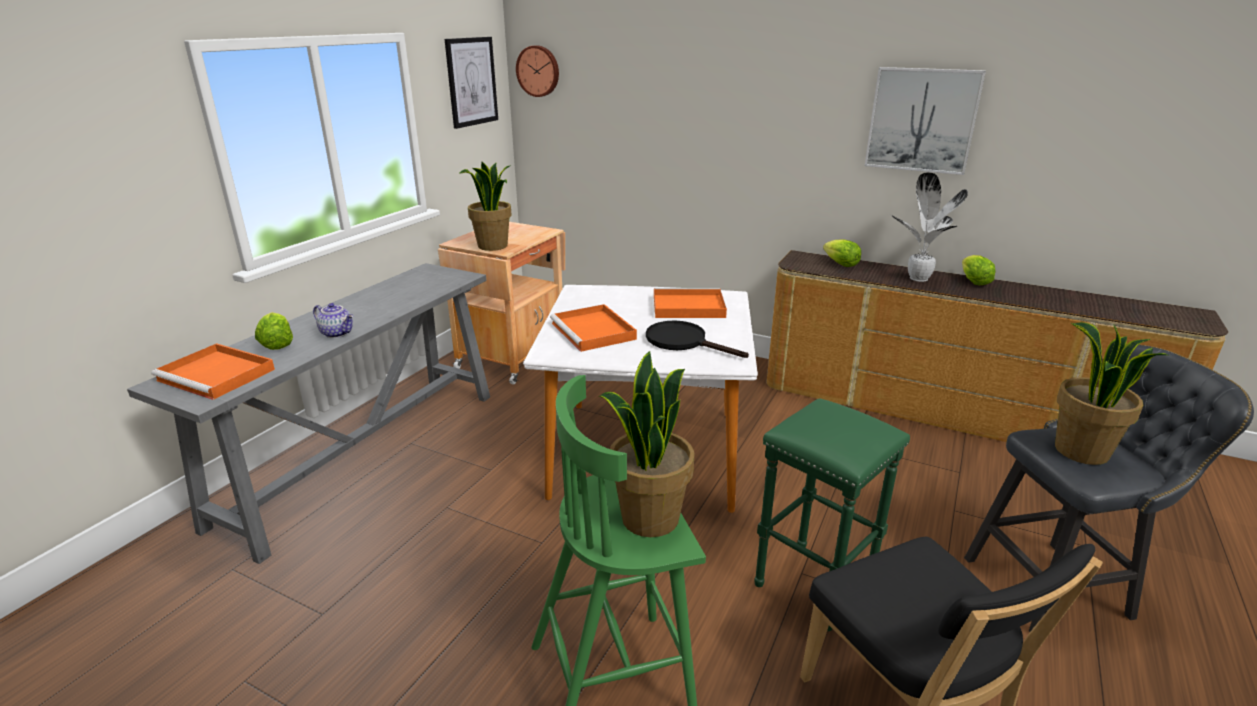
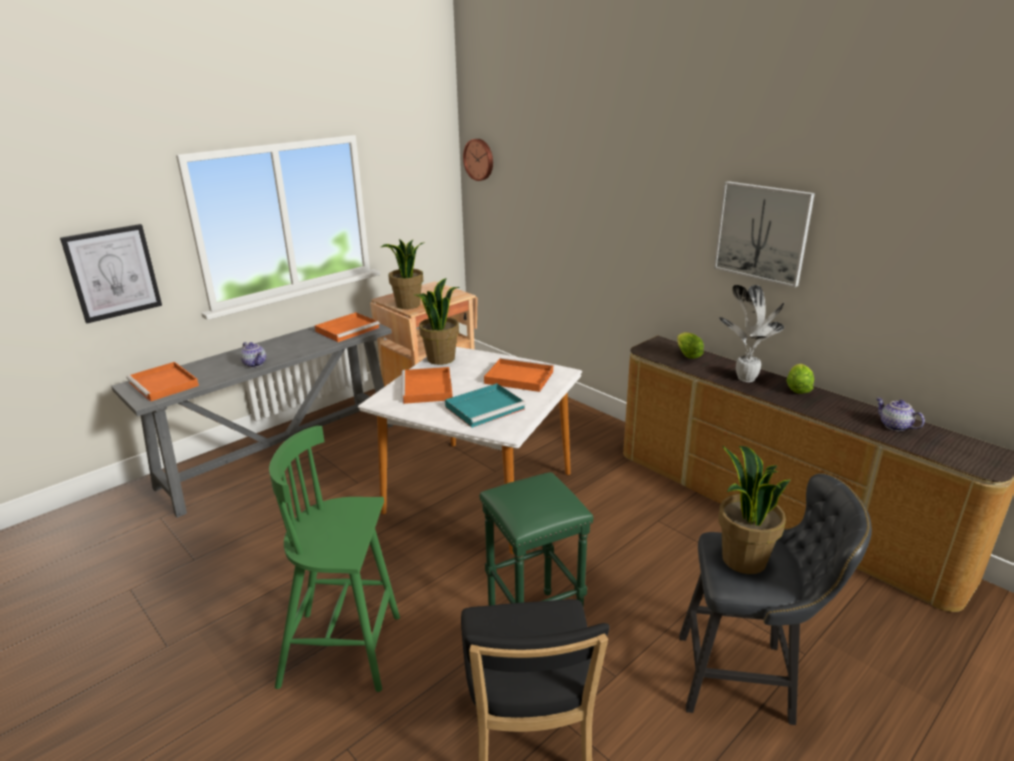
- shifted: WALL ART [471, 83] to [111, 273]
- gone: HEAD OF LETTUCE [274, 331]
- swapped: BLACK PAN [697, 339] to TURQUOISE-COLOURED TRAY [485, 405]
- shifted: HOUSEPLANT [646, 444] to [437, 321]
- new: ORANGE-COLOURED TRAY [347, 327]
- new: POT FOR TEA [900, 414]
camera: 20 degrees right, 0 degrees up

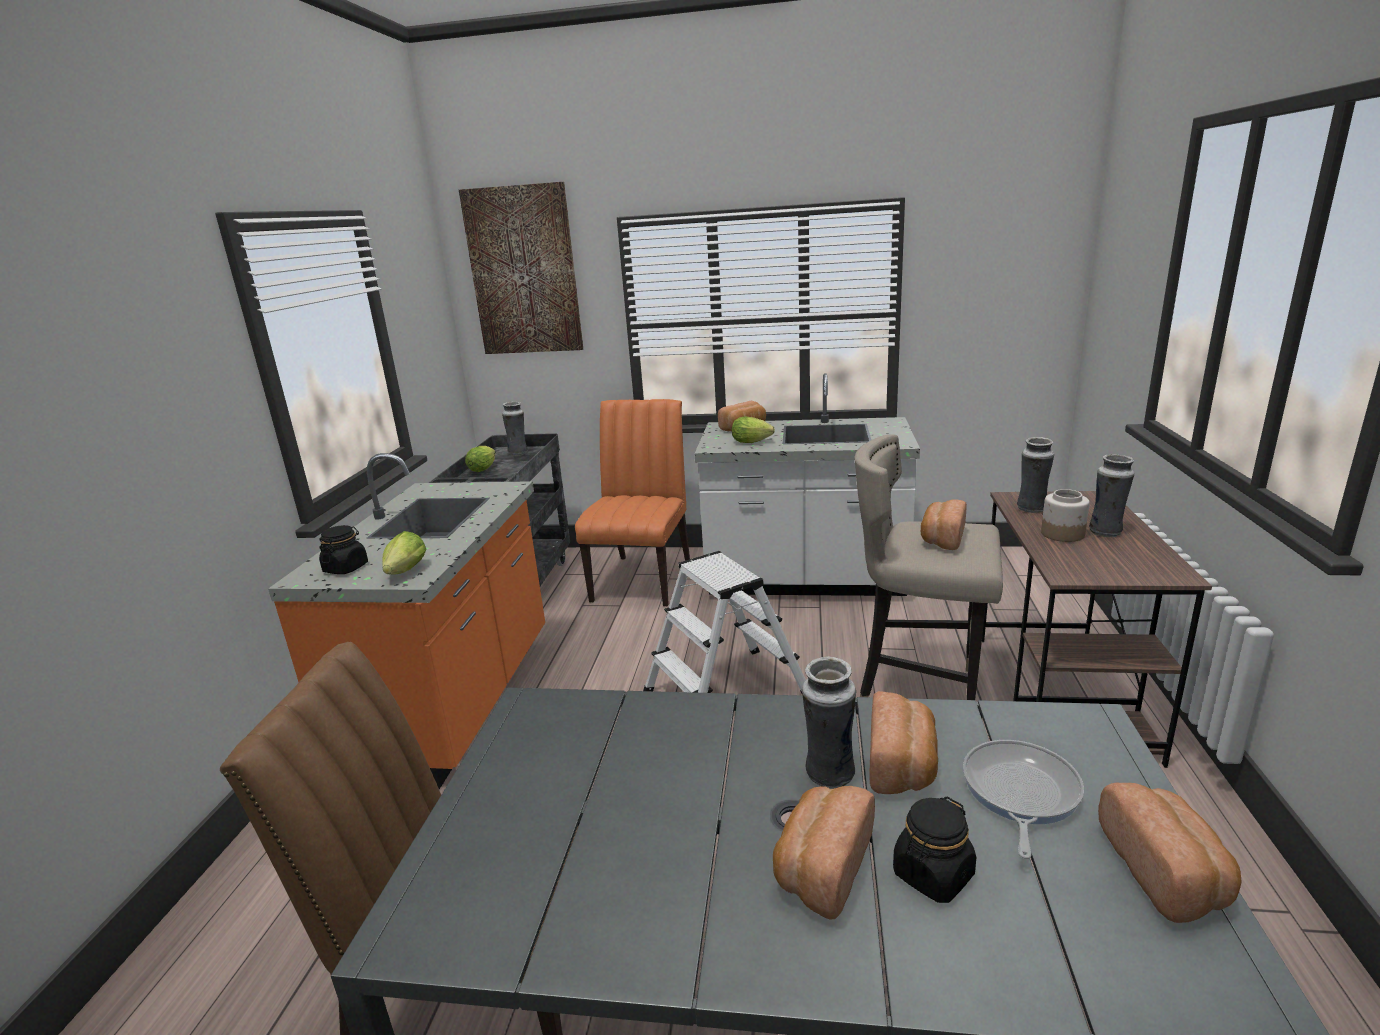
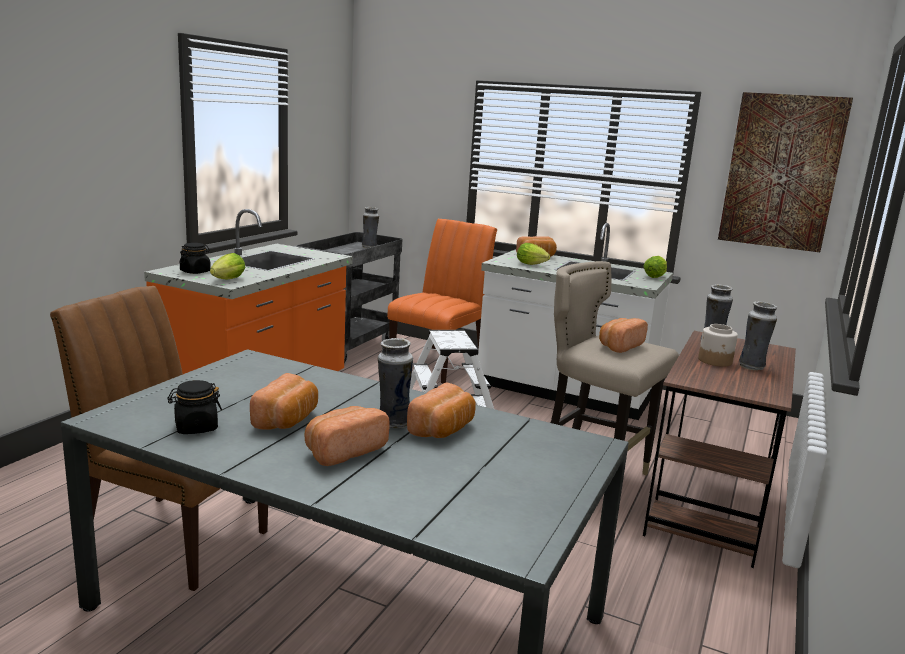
- shifted: WALL ART [521, 268] to [785, 172]
- shifted: HEAD OF LETTUCE [480, 459] to [655, 267]
- gone: PAN [1023, 799]
- shifted: BAKED BREAD [1169, 853] to [284, 401]
- shifted: BLACK STORAGE JAR [934, 850] to [194, 407]
camera: 15 degrees right, 5 degrees down

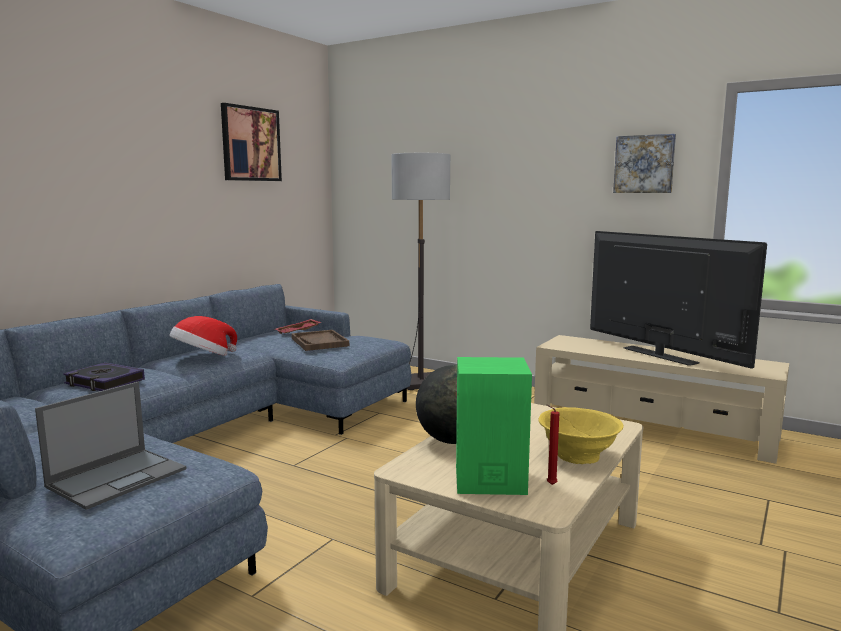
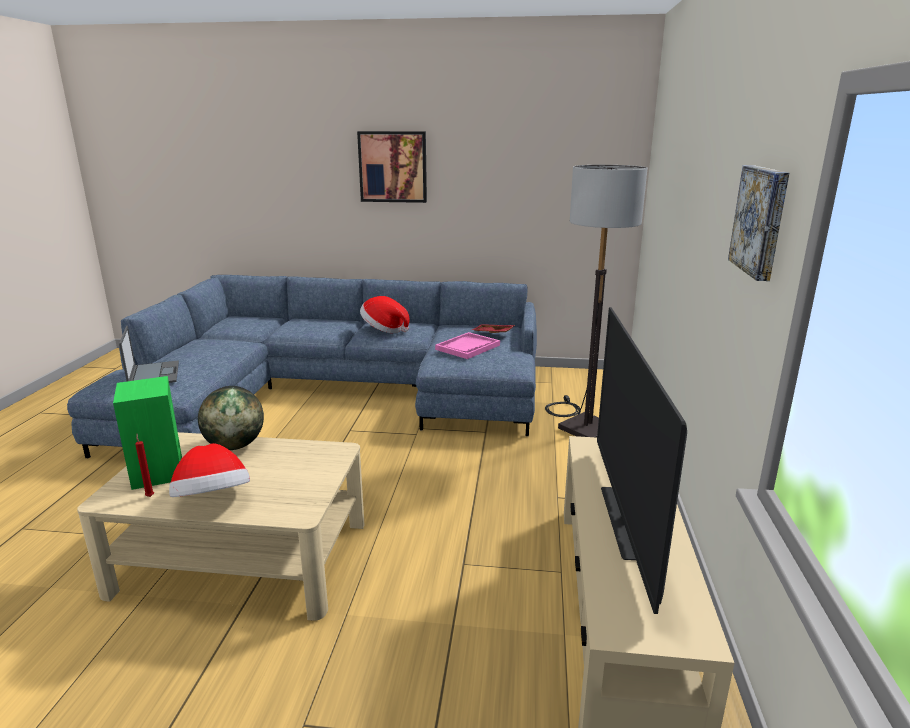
- shifted: WALL ART [251, 142] to [392, 167]
- rotated: TV [678, 300] = [642, 460] 150 degrees clockwise
- repainted: BROWN-COLOURED TRAY [320, 340] to PINKISH TRAY [467, 345]
- gone: BOUND BOOK [104, 376]
- rotated: PORTABLE COMPUTER [111, 446] = [149, 354] 120 degrees counterclockwise
- swapped: YELLOW-COLOURED SERVING BOWL [580, 435] to WEARABLE HAT [209, 470]
camera: 65 degrees right, 10 degrees up

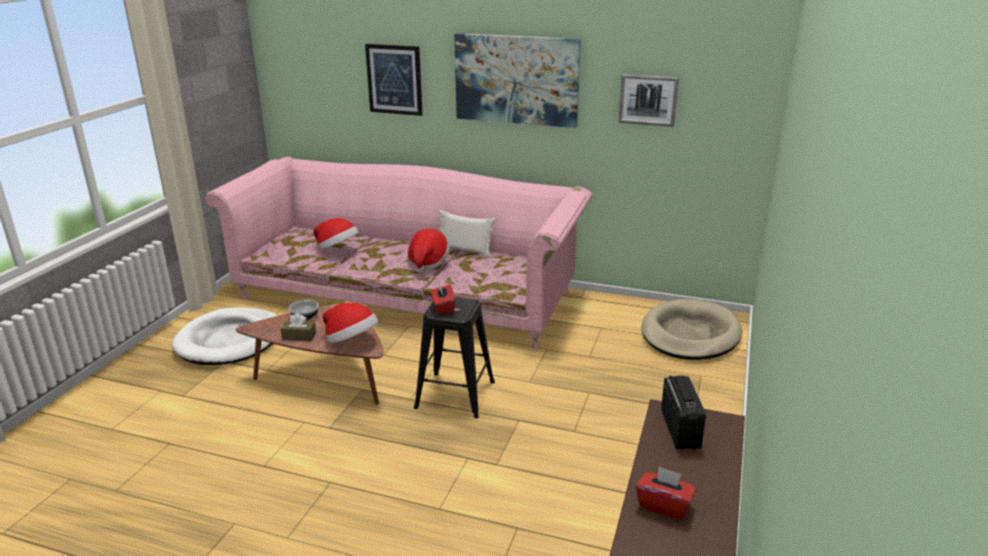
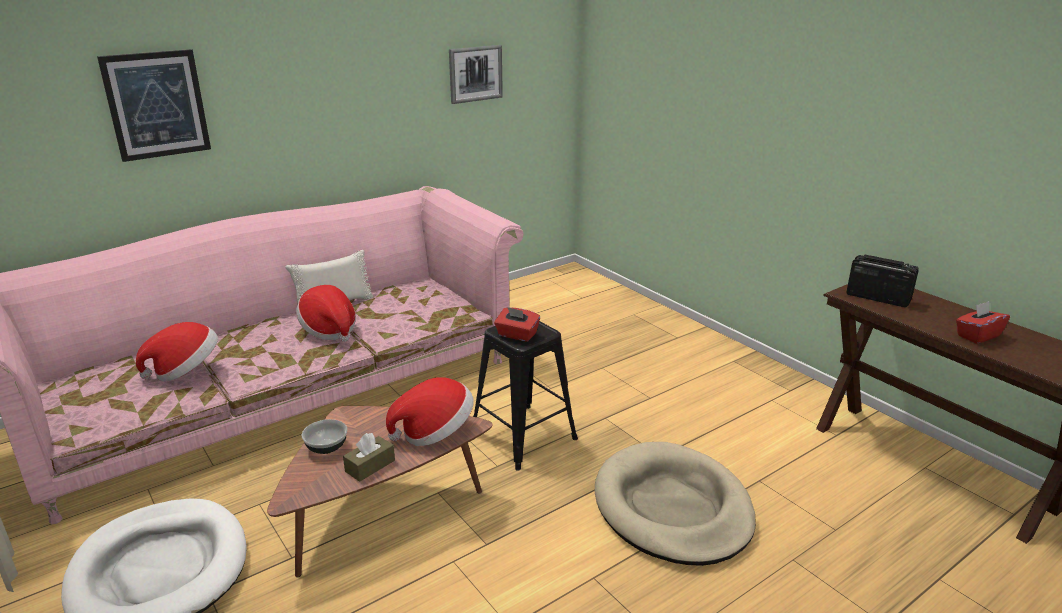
- gone: WALL ART [517, 80]
- shifted: BEIGE-COLOURED DOG CUSHION [691, 329] to [675, 504]
camera: 55 degrees left, 0 degrees up

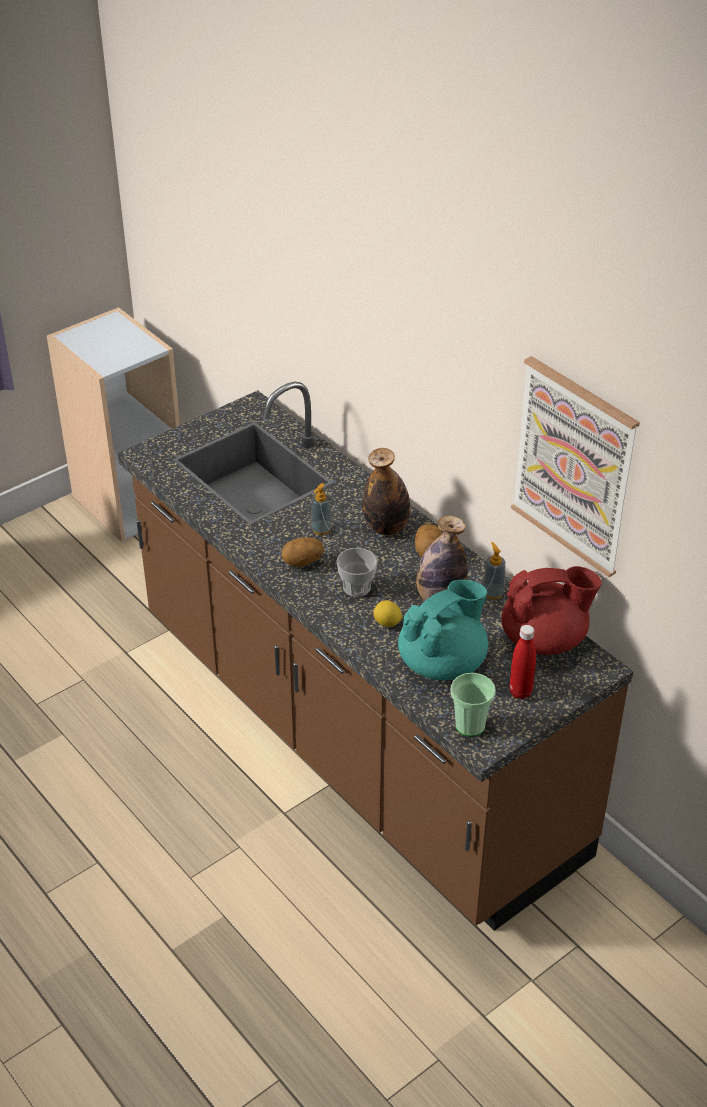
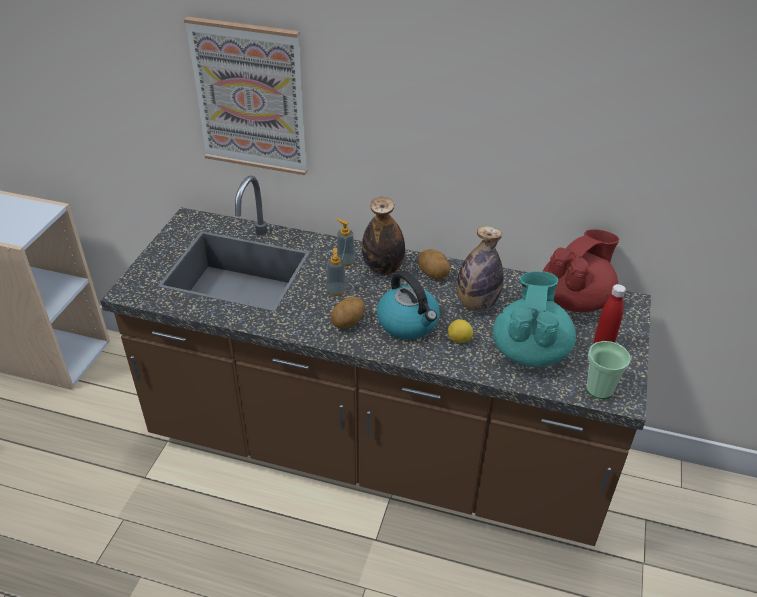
- shifted: WALL ART [575, 466] to [245, 95]
- shifted: LIQUID SOAP BOTTLE [494, 571] to [346, 242]
- swapped: CUP [357, 572] to WATER KETTLE [408, 305]
camera: 35 degrees left, 0 degrees up

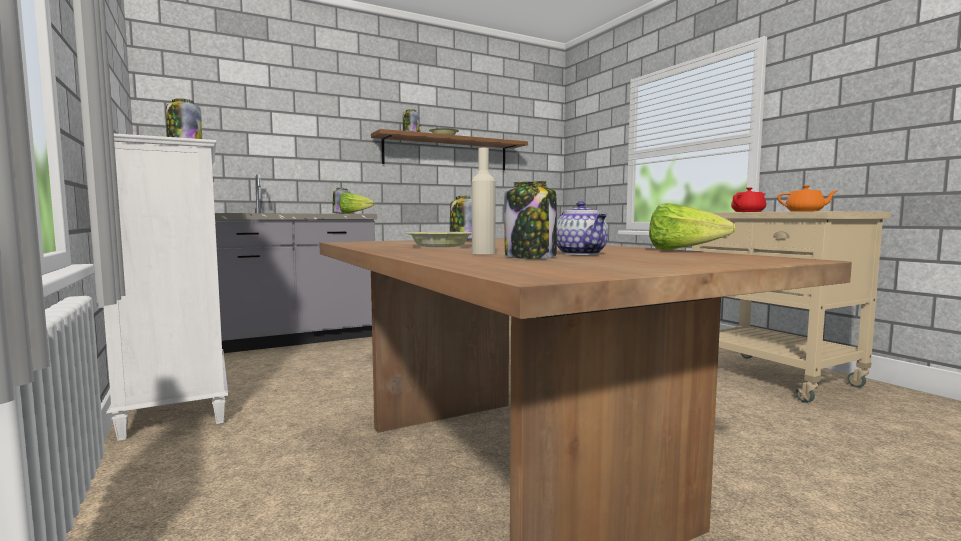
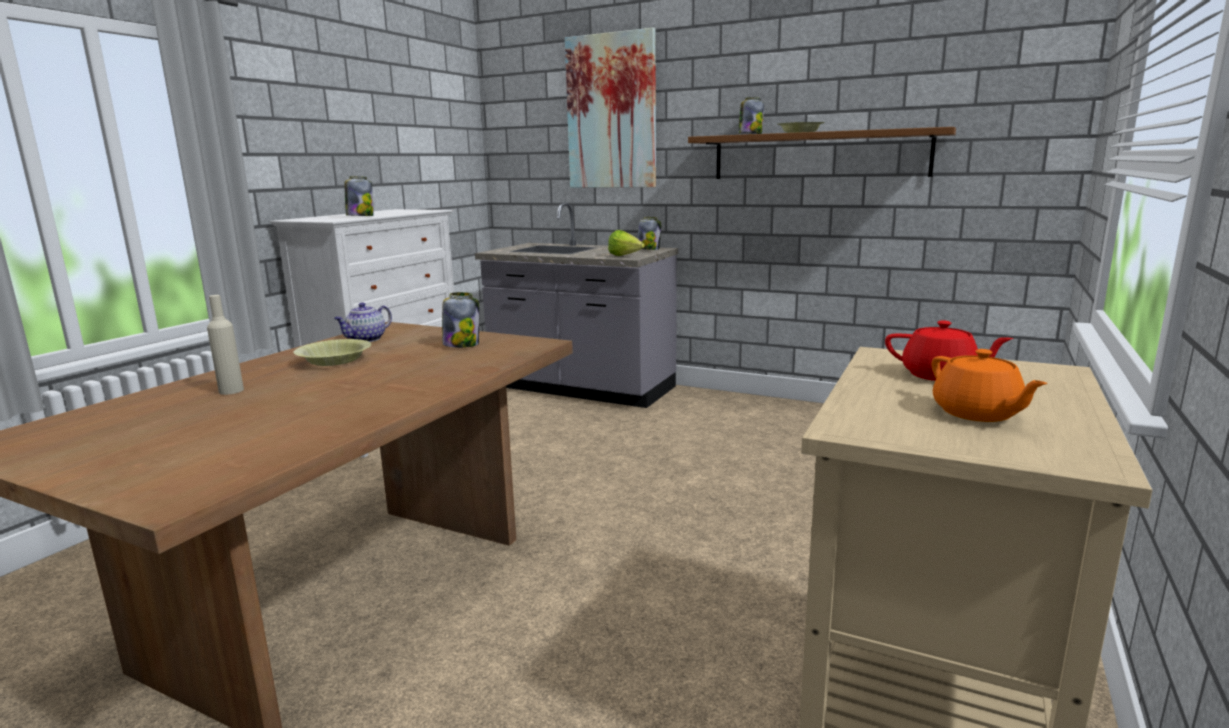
- gone: STORAGE JAR [530, 220]
- shifted: POT FOR TEA [582, 228] to [363, 322]
- gone: HEAD OF LETTUCE [692, 226]
- new: WALL ART [610, 108]
camera: 55 degrees right, 10 degrees up

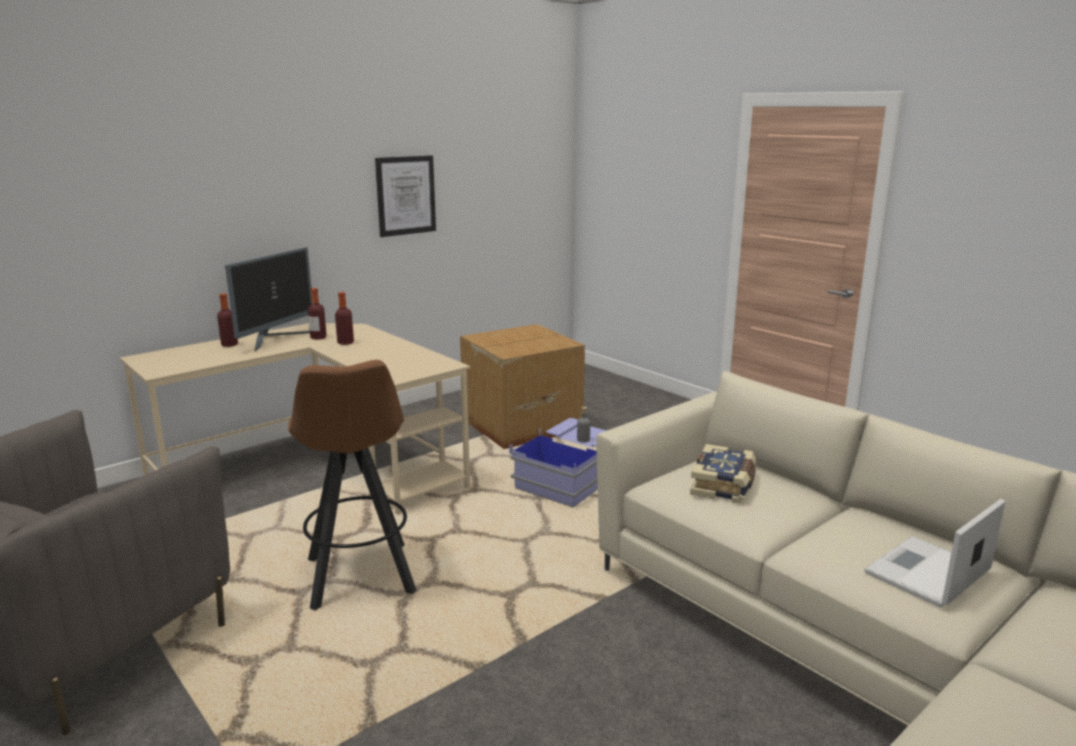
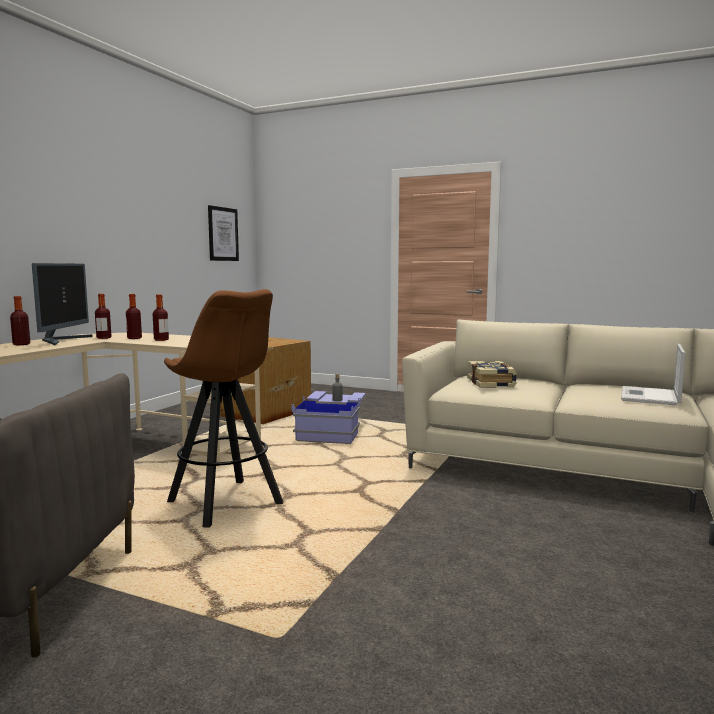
- shifted: WALL ART [405, 196] to [223, 233]
- new: BOTTLE [161, 317]
camera: 25 degrees left, 10 degrees down

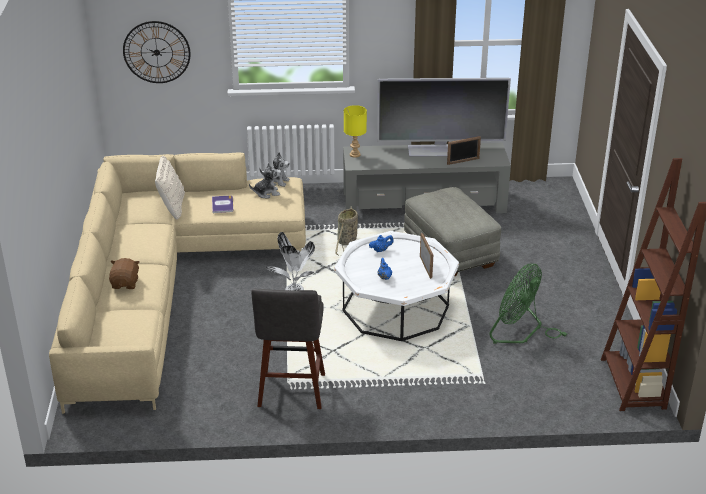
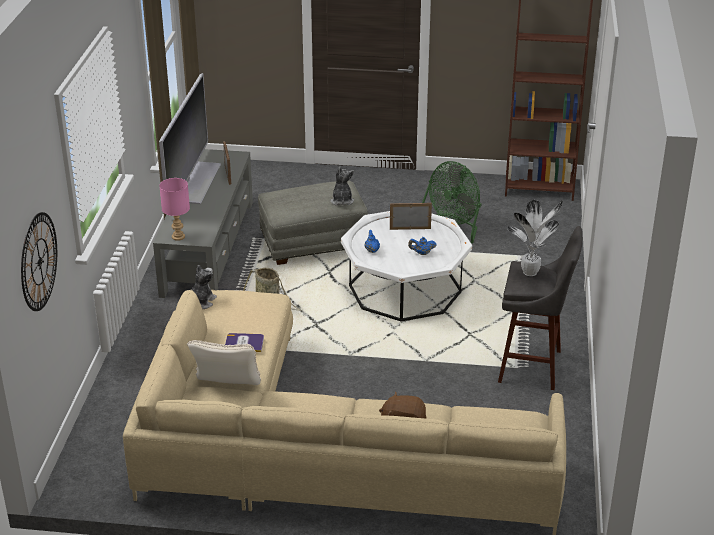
- repainted: YELLOW-COLOURED TABLETOP LAMP [355, 131] to PINKISH TABLETOP LAMP [174, 209]
- shifted: PLUSH TOY [265, 180] to [342, 186]
camera: 80 degrees left, 0 degrees up

